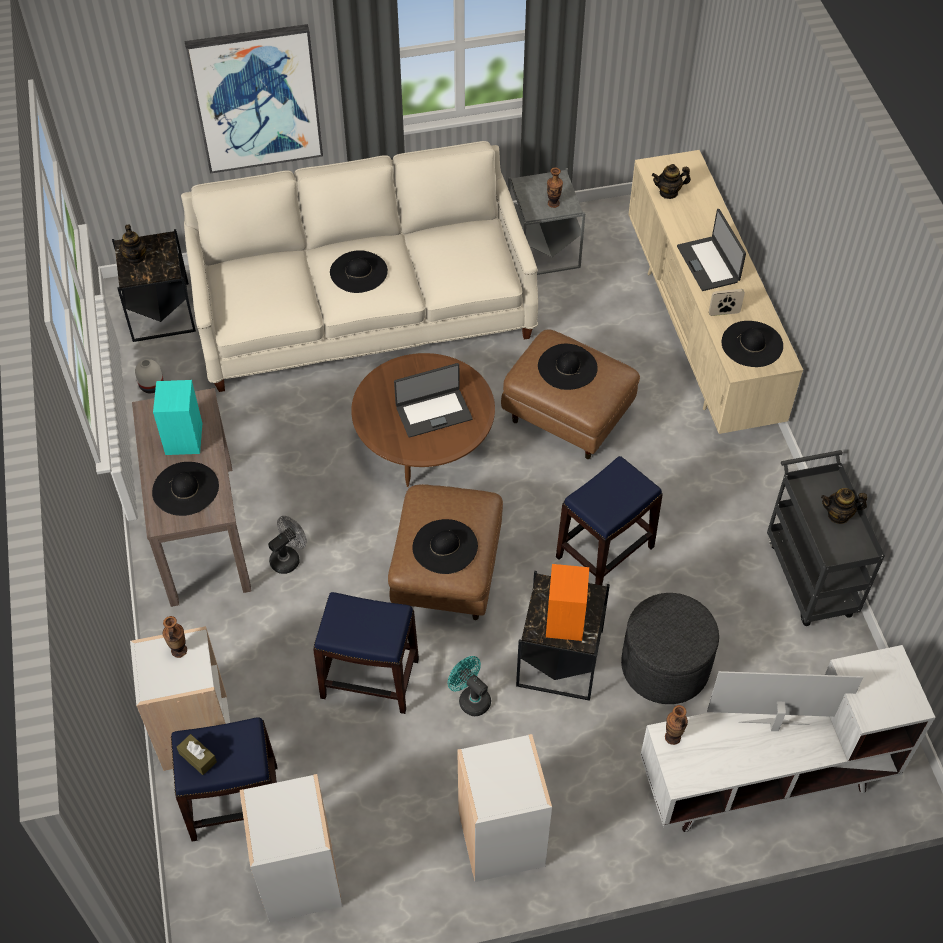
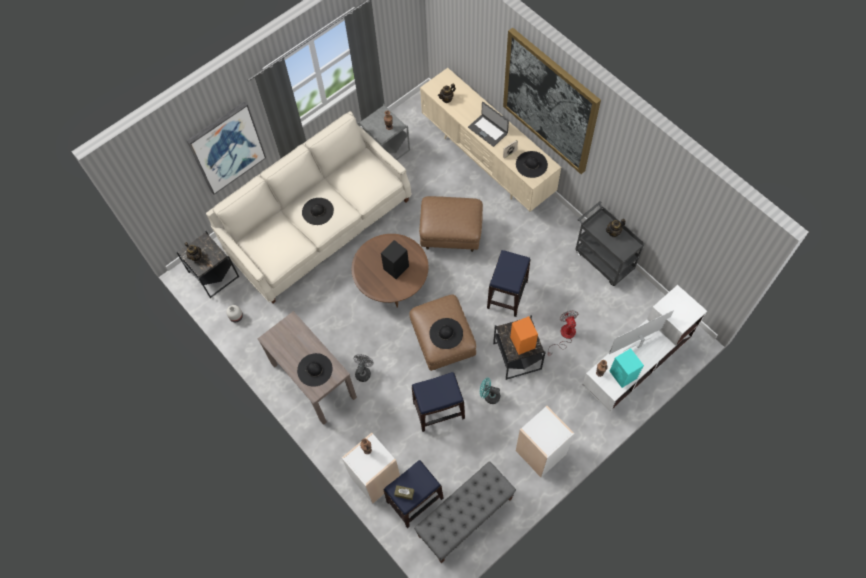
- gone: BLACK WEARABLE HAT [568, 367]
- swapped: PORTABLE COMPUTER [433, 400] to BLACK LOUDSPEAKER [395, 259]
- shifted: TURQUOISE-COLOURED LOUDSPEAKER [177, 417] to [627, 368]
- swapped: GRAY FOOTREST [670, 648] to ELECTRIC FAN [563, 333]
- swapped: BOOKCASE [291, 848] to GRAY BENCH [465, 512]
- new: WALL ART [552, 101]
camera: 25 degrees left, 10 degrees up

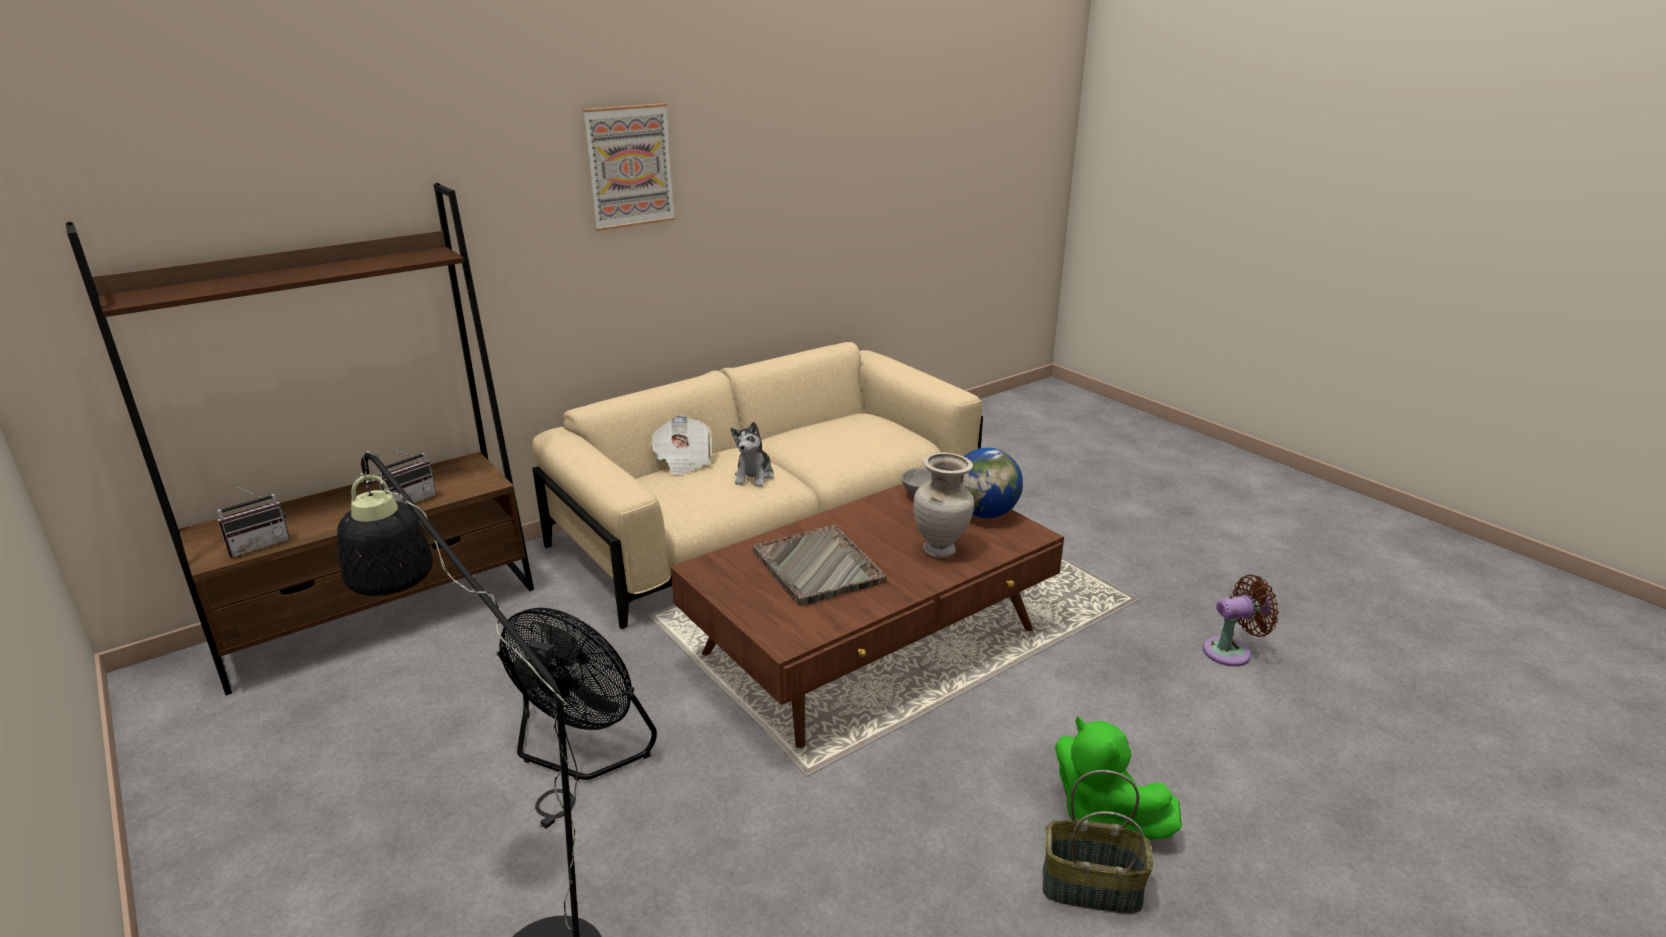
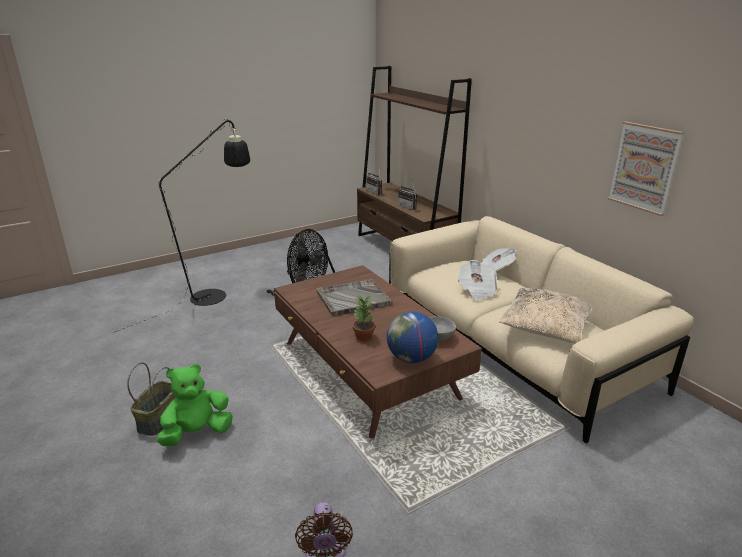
- shifted: WALL ART [629, 167] to [646, 169]
- swapped: PLUSH TOY [752, 454] to NEWSPAPER [478, 280]
- swapped: BEIGE-COLOURED VASE [943, 505] to HOUSEPLANT [363, 318]
- new: BEIGE-COLOURED CUSHION [545, 315]
camera: 95 degrees right, 0 degrees up

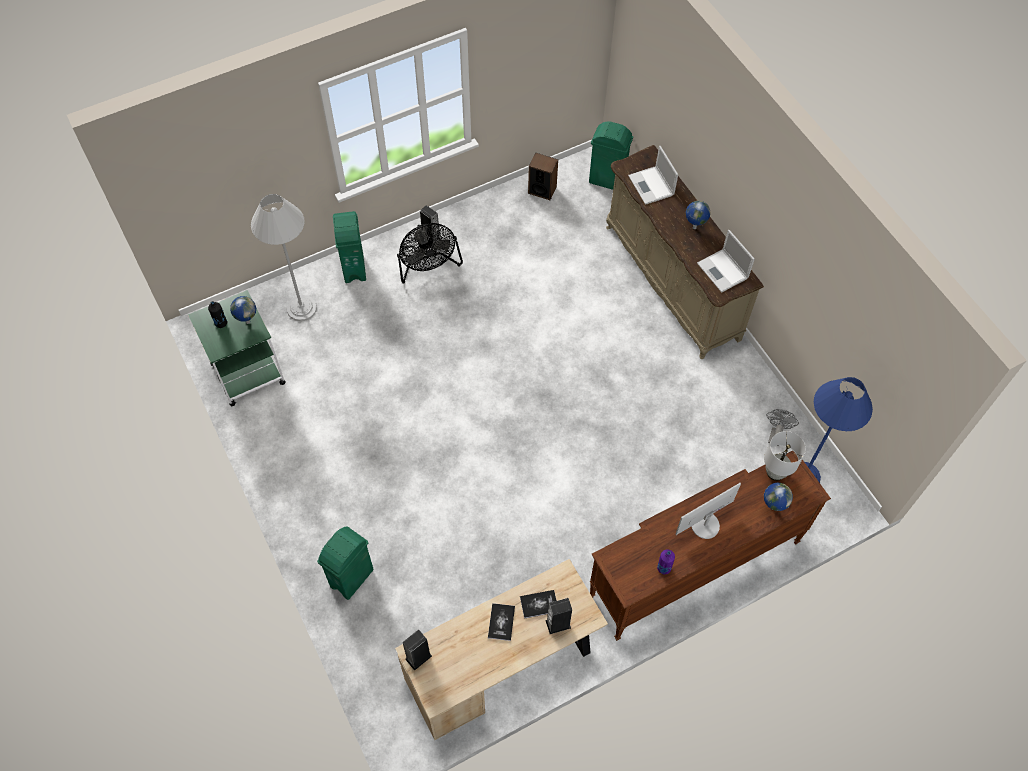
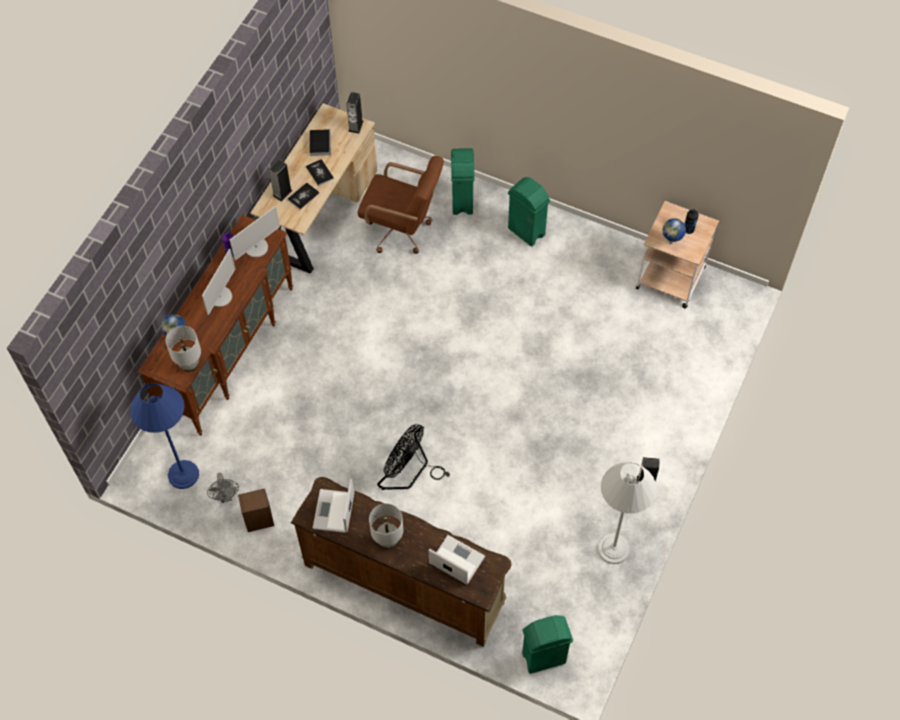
- shifted: LOUDSPEAKER [543, 176] to [256, 510]
- shifted: WHITE-COLOURED STANDARD LAMP [284, 257] to [627, 513]
- swapped: DESK GLOBE [698, 215] to WHITE-COLOURED TABLETOP LAMP [386, 526]
- shifted: GREENISH RUBBISH BIN [349, 247] to [529, 212]
- shifted: BLACK ELECTRIC FAN [430, 253] to [413, 457]
- rotated: PORTABLE COMPUTER [726, 261] = [333, 506] 105 degrees counterclockwise
- repainted: GREENISH CART [236, 348] to BEIGE-COLOURED CART [677, 254]
- new: BOUND BOOK [320, 142]
- new: BROWN-COLOURED COMPUTER CHAIR [401, 205]
- new: COMPUTER SCREEN [255, 233]
camera: 145 degrees right, 0 degrees up

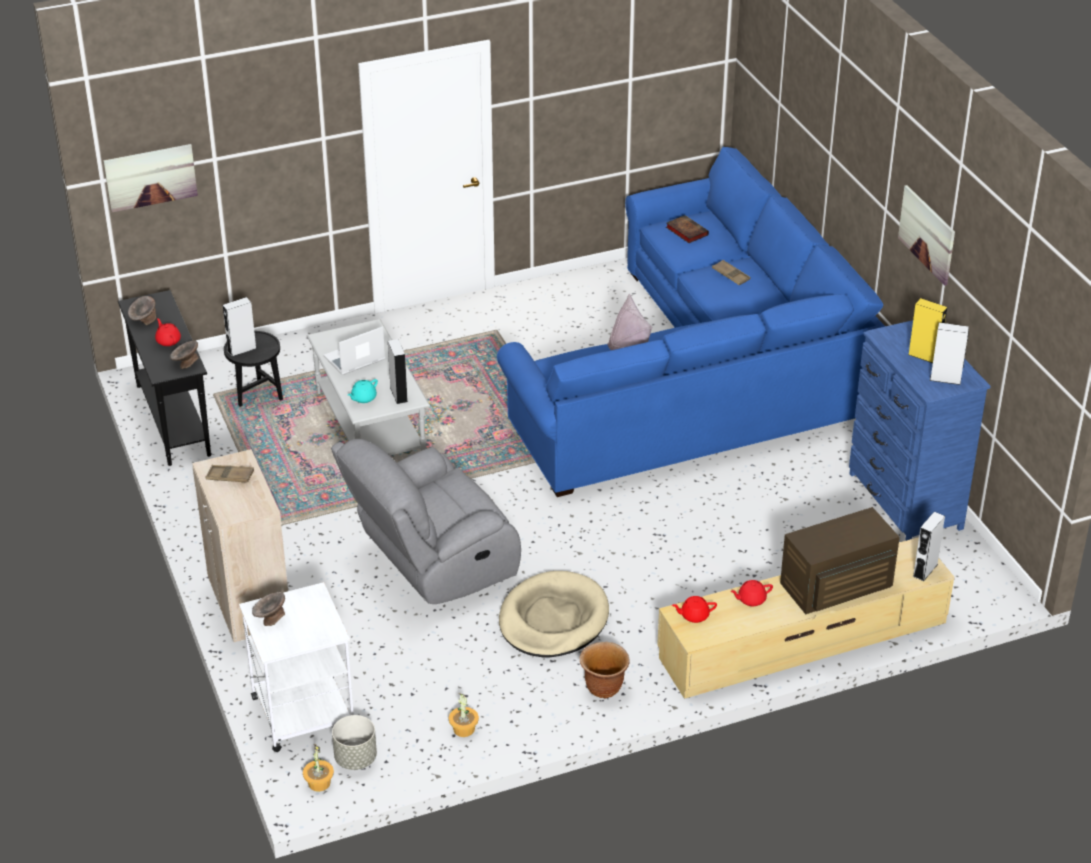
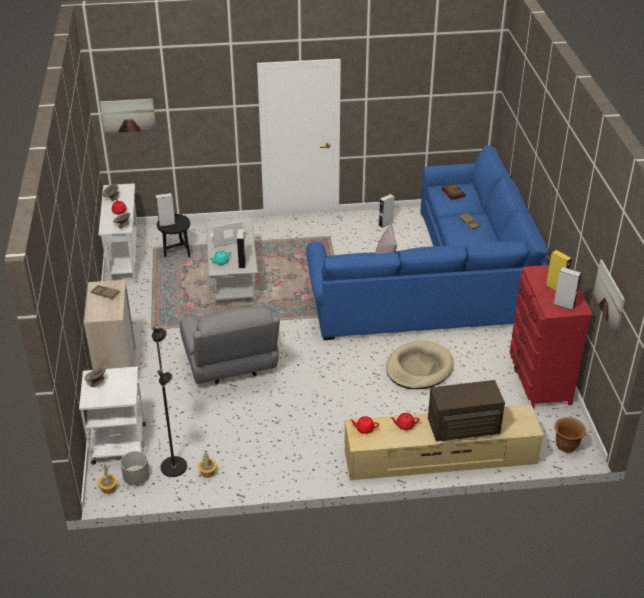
- shifted: WALL ART [926, 235] to [609, 297]
- repainted: BLACK NARROW TABLE [164, 378] to WHITE-COLOURED NARROW TABLE [118, 233]
- repainted: BLUISH CHEST OF DRAWERS [920, 430] to RED CHEST OF DRAWERS [551, 336]
- rotated: GRAY EASY CHAIR [426, 521] = [230, 343] 90 degrees counterclockwise
- shifted: GRAY LOUDSPEAKER [929, 546] to [386, 211]
- shifted: BEIGE-COLOURED DOG CUSHION [554, 614] to [420, 365]
- shifted: BROWN-COLOURED FLOWER POT [605, 670] to [570, 435]
- new: BLACK STANDARD LAMP [169, 402]
camera: 15 degrees right, 0 degrees up

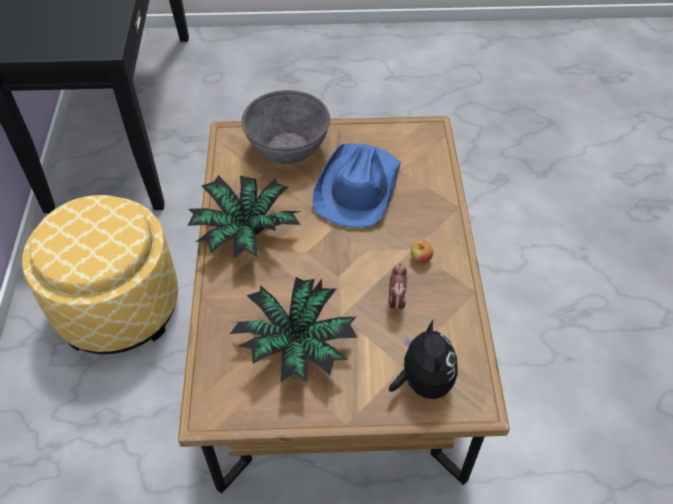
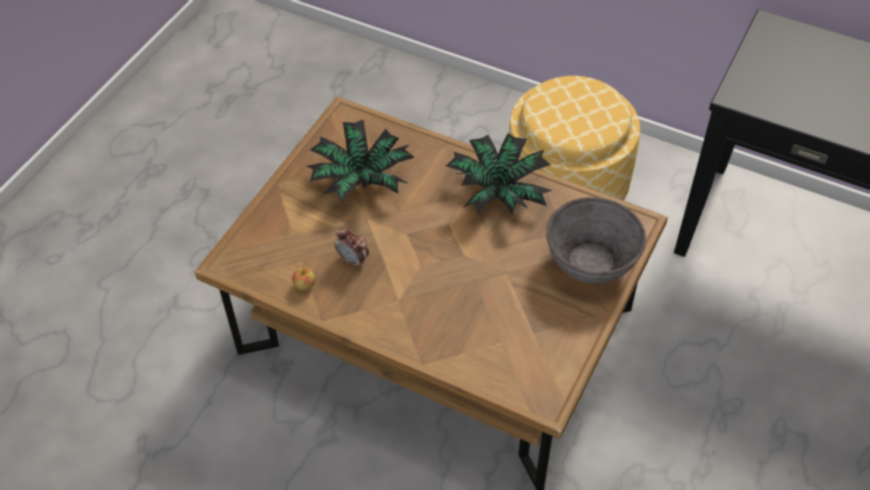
- gone: BLUISH WEARABLE HAT [356, 185]
- shifted: WHOLE APPLE [422, 251] to [303, 278]
- gone: PLUSH TOY [423, 359]
camera: 120 degrees right, 0 degrees up

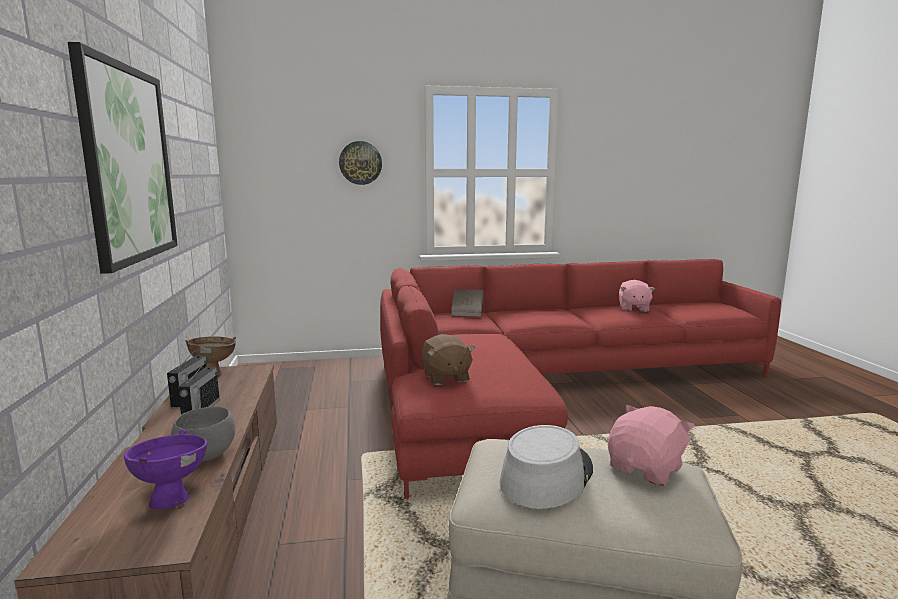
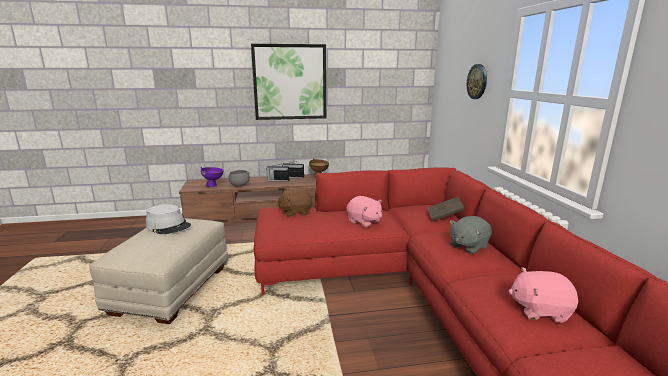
- shifted: PINKISH PLUSH TOY [651, 445] to [364, 211]
- new: GRAY PLUSH TOY [470, 235]
camera: 90 degrees right, 5 degrees up

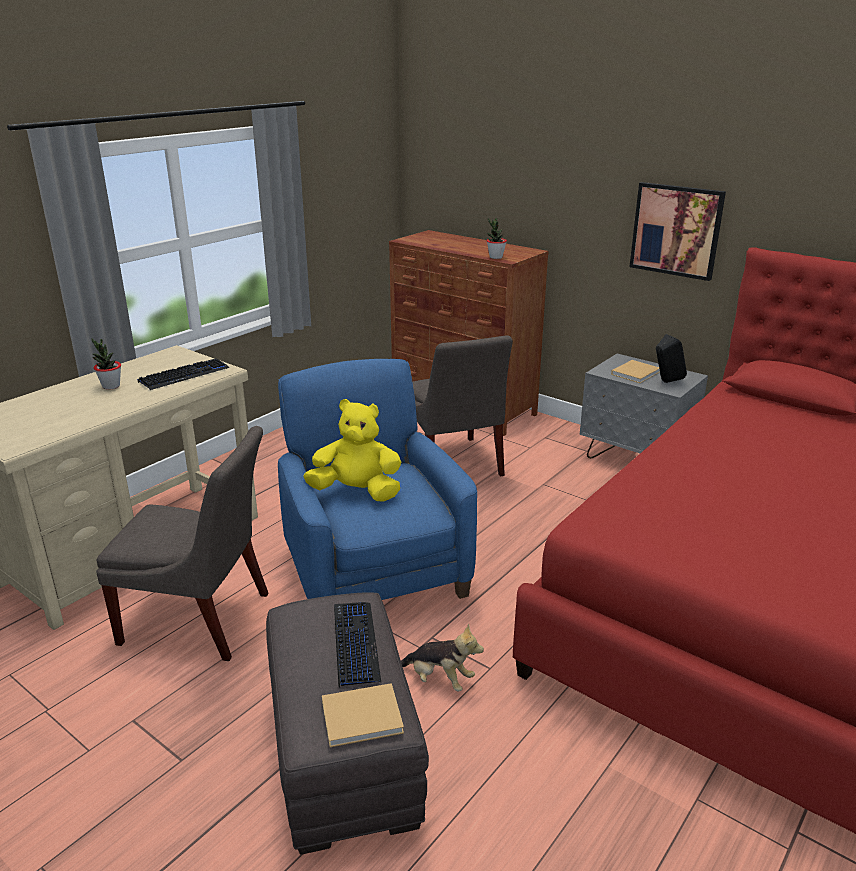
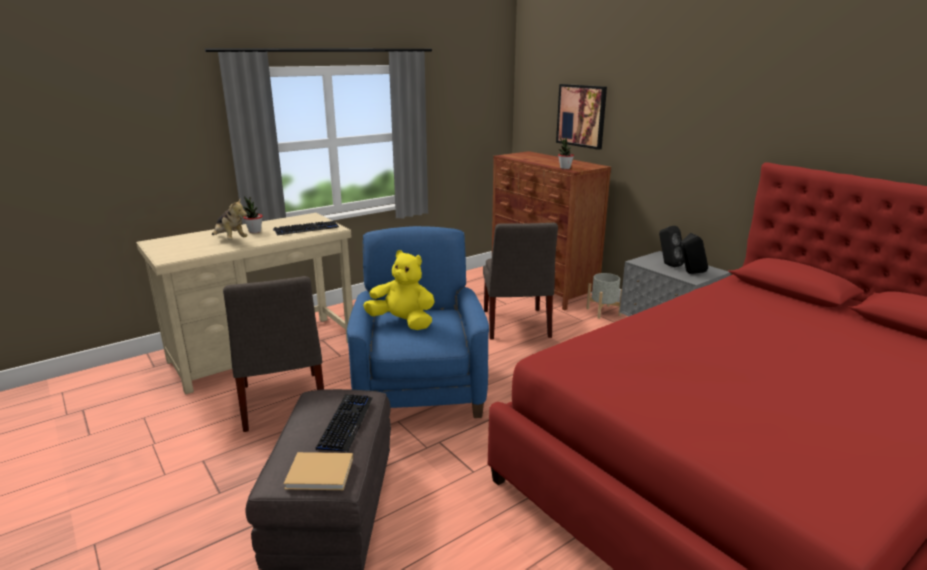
- shifted: WALL ART [678, 231] to [581, 117]
- swapped: BEIGE-COLOURED BOUND BOOK [635, 371] to BLACK LOUDSPEAKER [671, 246]
- rotated: GRAY PLAIN CHAIR [182, 543] = [273, 354] 45 degrees clockwise
- shifted: PLUSH TOY [442, 657] to [229, 219]
- new: GRAY FLOWER POT [604, 296]
camera: 15 degrees right, 5 degrees down

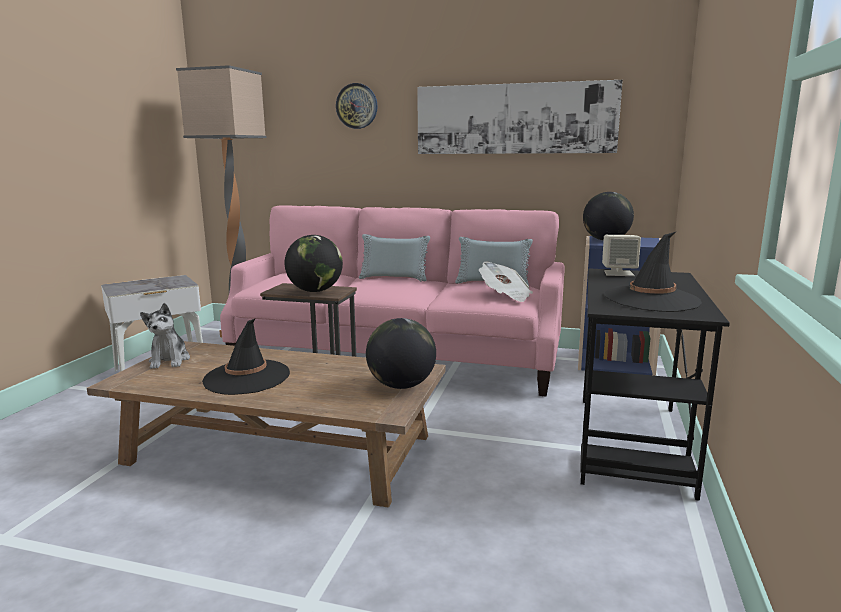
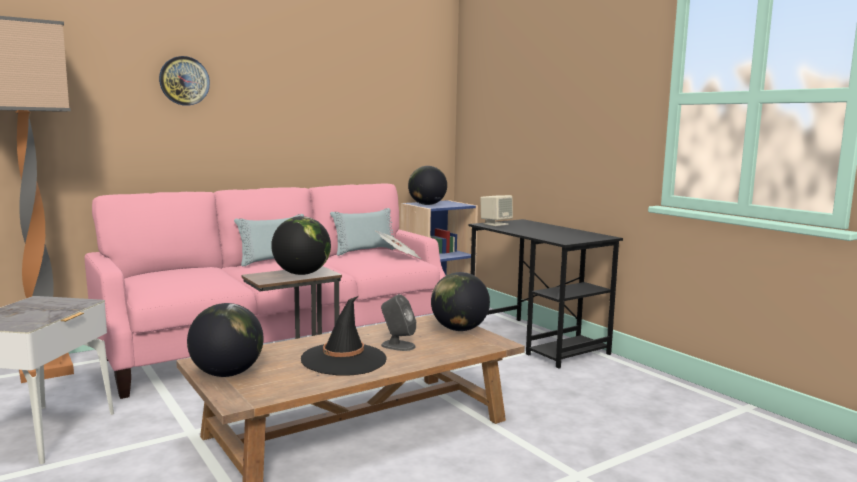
- gone: WALL ART [520, 117]
- gone: BLACK WEARABLE HAT [653, 272]
- swapped: PLUSH TOY [165, 336] to DESK GLOBE [225, 340]
- new: GRAY LOUDSPEAKER [398, 322]
camera: 50 degrees left, 5 degrees down

